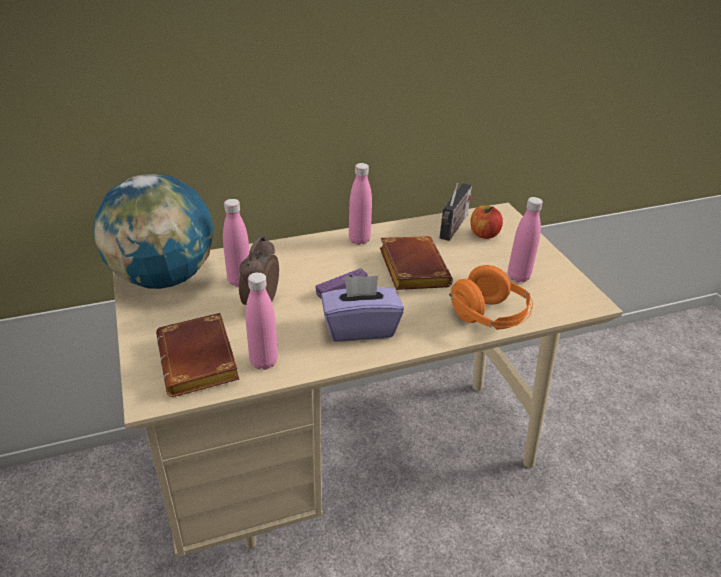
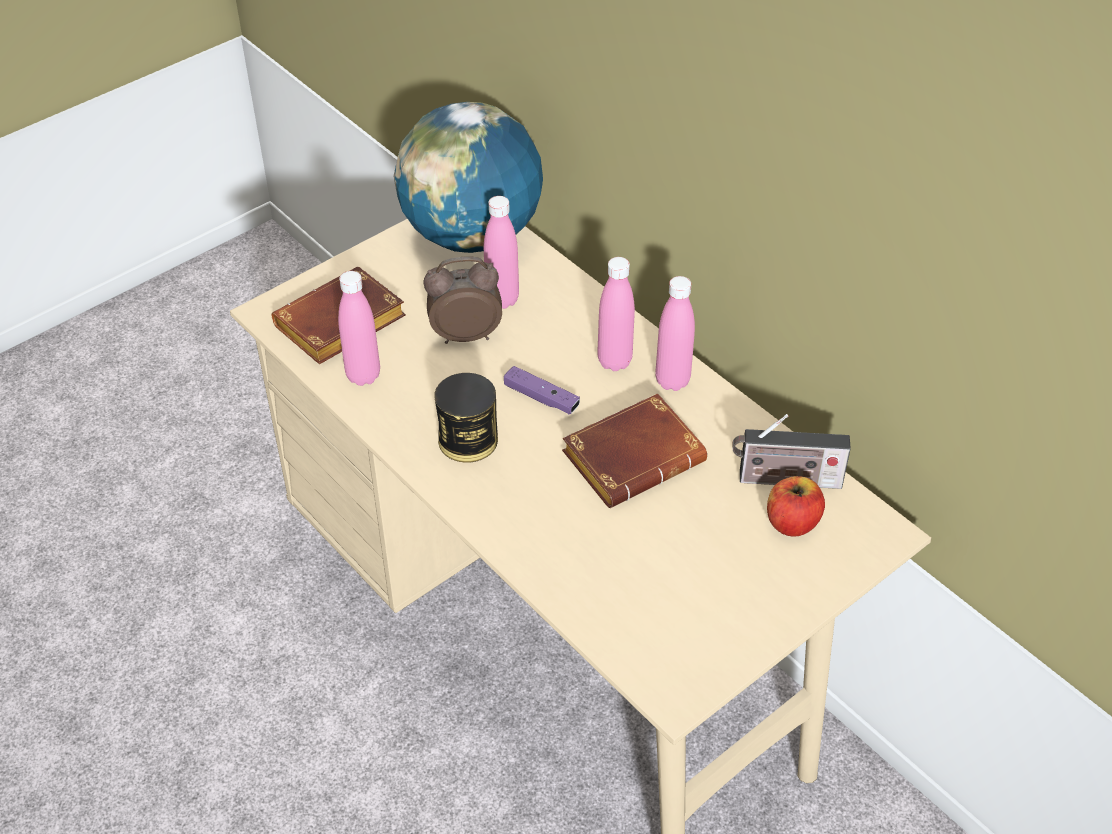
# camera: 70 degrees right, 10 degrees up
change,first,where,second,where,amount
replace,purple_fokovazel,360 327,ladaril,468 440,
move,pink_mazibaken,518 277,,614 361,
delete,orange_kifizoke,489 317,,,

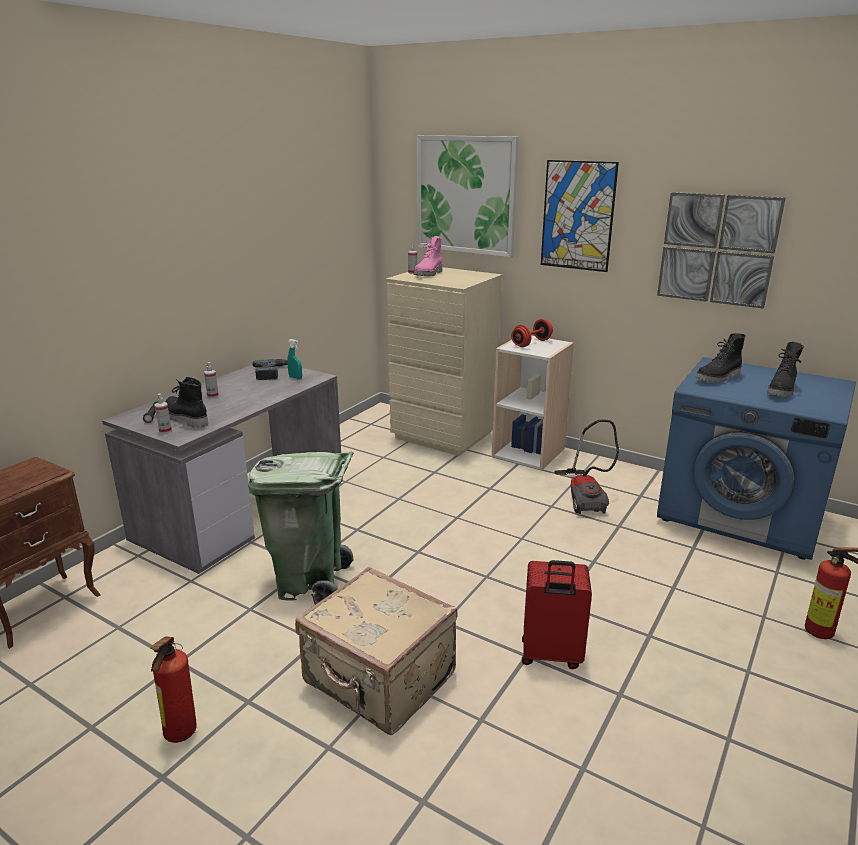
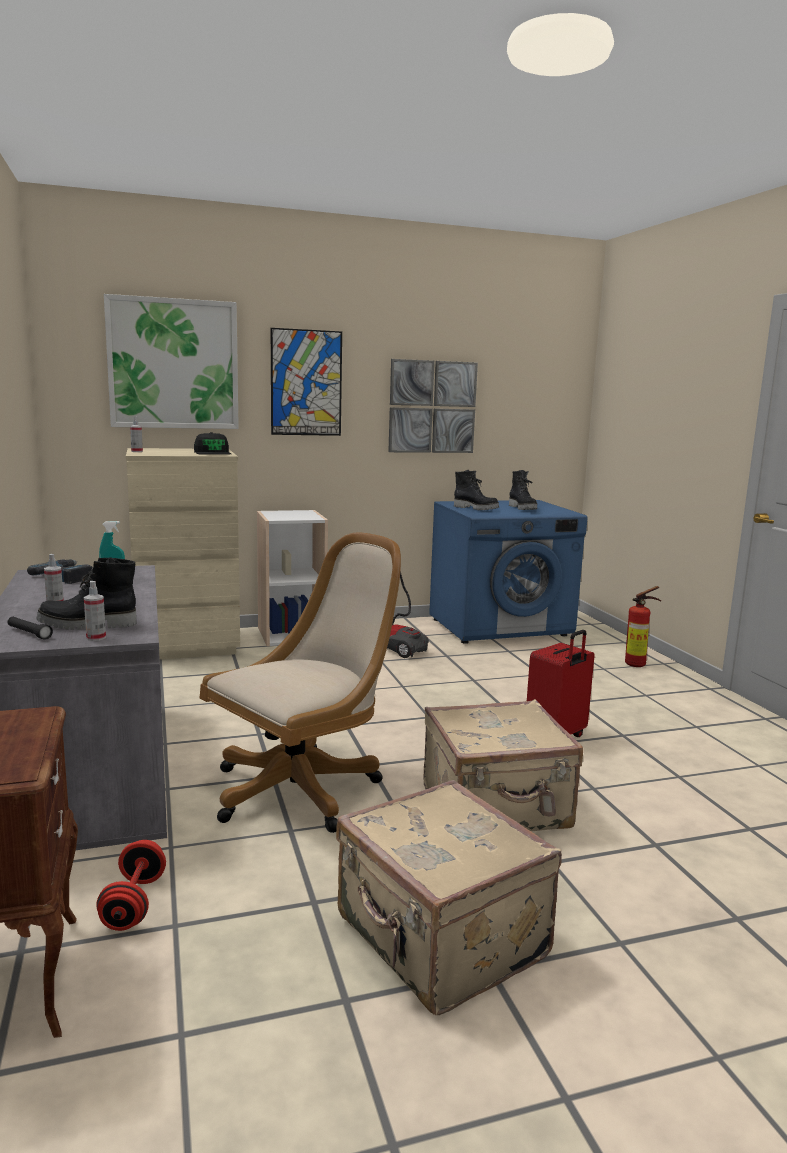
# camera: 50 degrees left, 10 degrees down
change,first,where,second,where,amount
move,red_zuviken,531 343,,134 903,
insert,,,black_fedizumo,213 453,
replace,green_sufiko,311 583,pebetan,305 785,
replace,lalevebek,178 736,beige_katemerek,439 940,
rotate,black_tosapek,718 378,,476 508,60 degrees counterclockwise
delete,pink_tosapek,429 274,,,

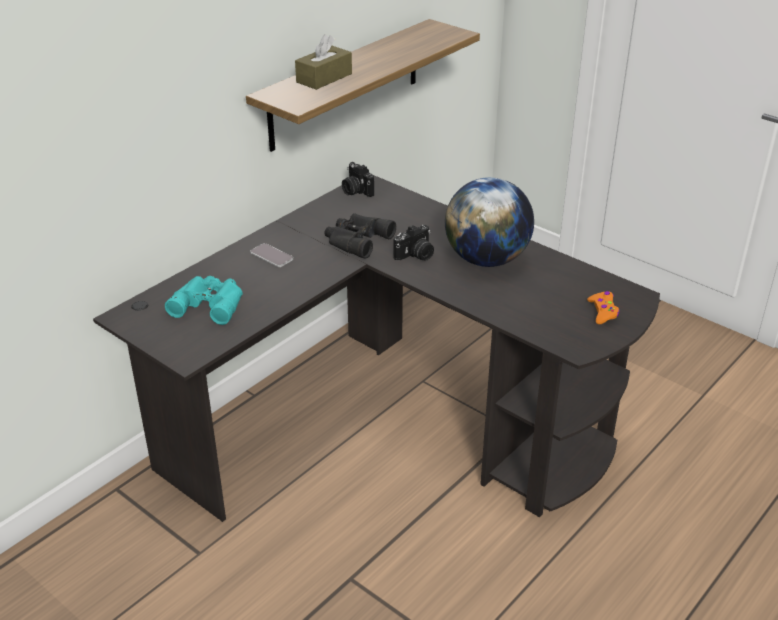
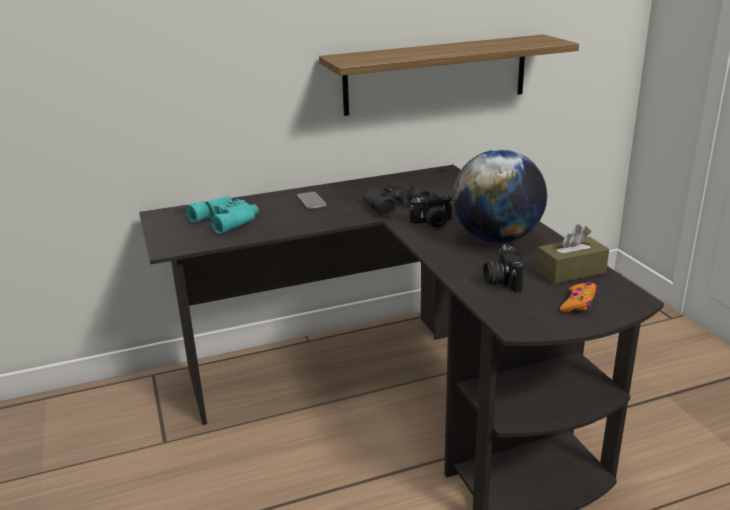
# camera: 30 degrees right, 10 degrees down
change,first,where,second,where,amount
move,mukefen,356 190,,501 281,
move,brown_fokovazel,324 78,,570 271,

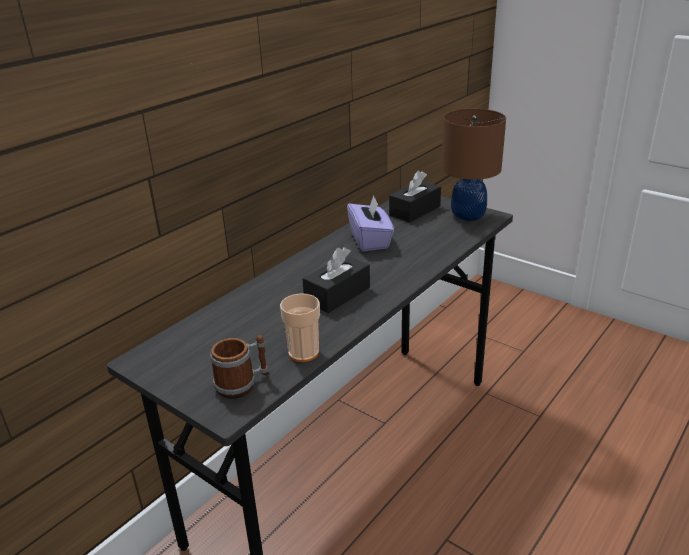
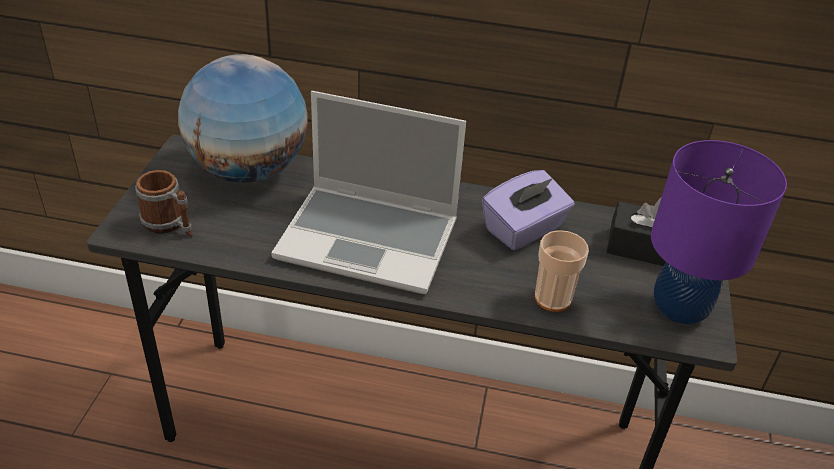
# camera: 60 degrees right, 10 degrees up
change,first,where,second,where,amount
insert,,,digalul,248 171,
replace,black_fokovazel,337 294,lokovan,370 239,
move,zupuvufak,303 353,,552 298,
recolor,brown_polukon,468 216,purple_polukon,682 309,

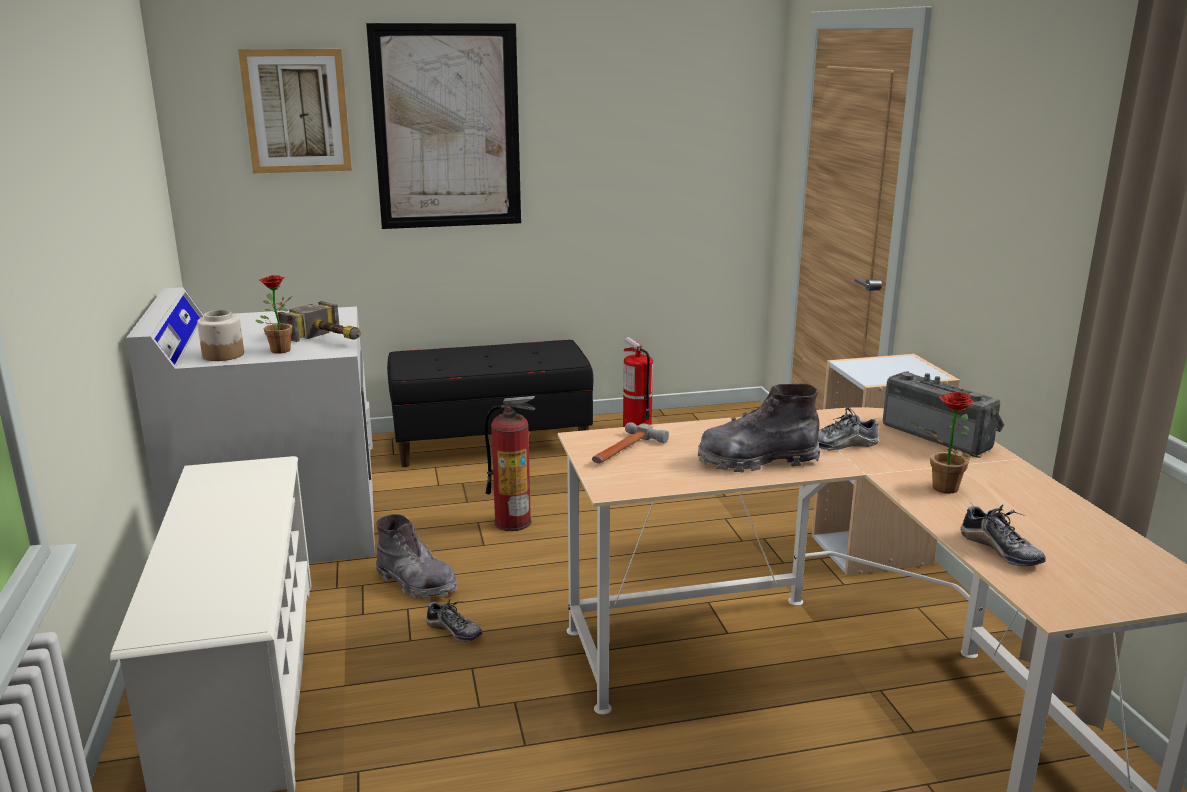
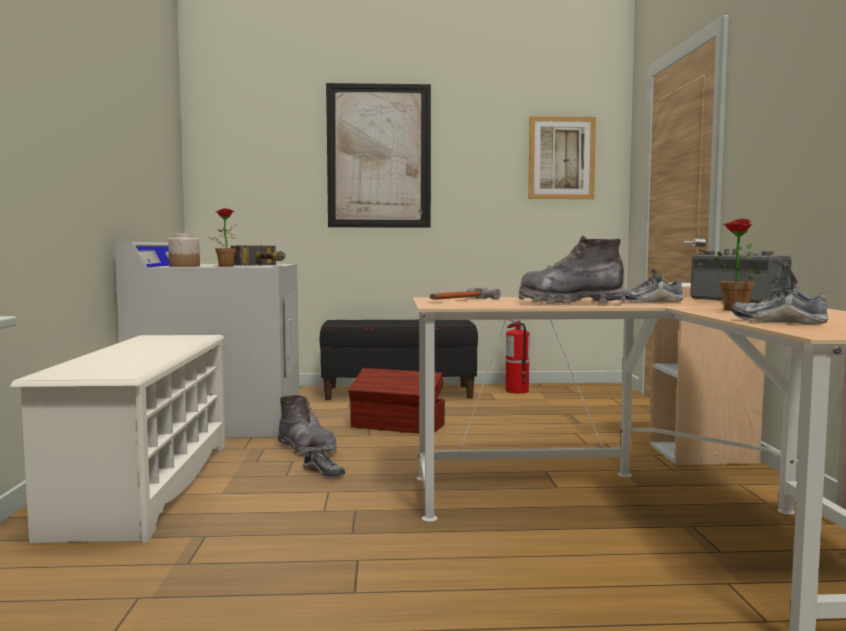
# camera: 10 degrees right, 15 degrees down
change,first,where,second,where,amount
replace,lalevebek,513 522,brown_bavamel,398 426,
move,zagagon,296 111,,561 158,
rotate,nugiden,1000 550,,777 321,150 degrees clockwise

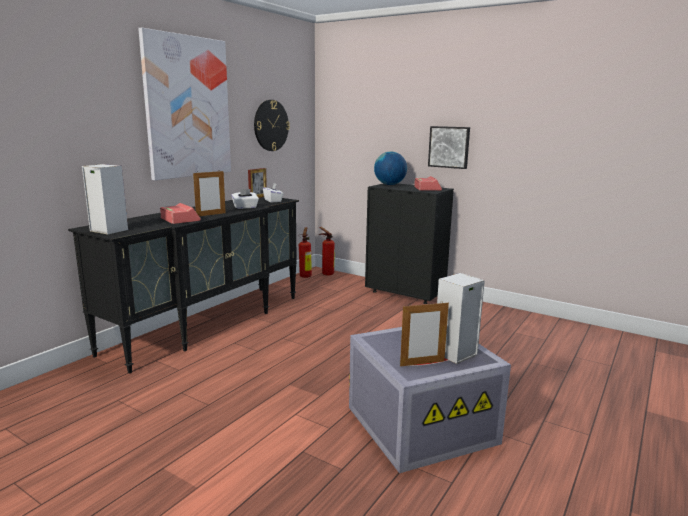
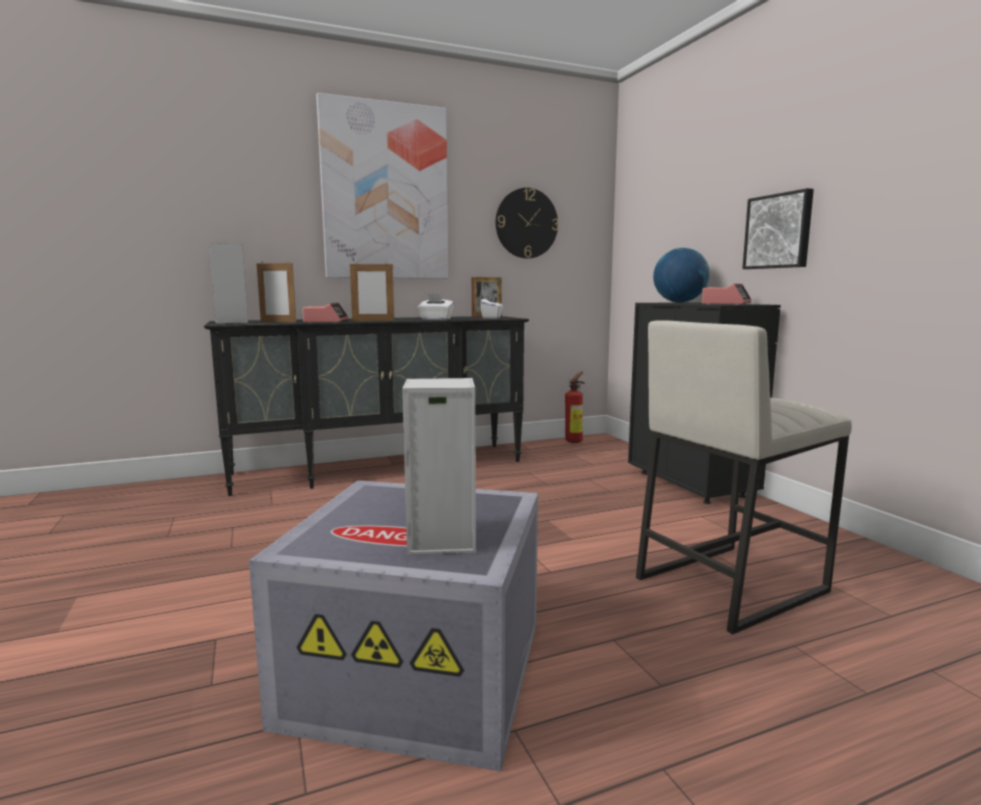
# camera: 35 degrees right, 5 degrees down
change,first,where,second,where,amount
move,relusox,422 363,,278 321,
insert,,,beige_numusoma,730 584,
delete,lalevebek,326 273,,,

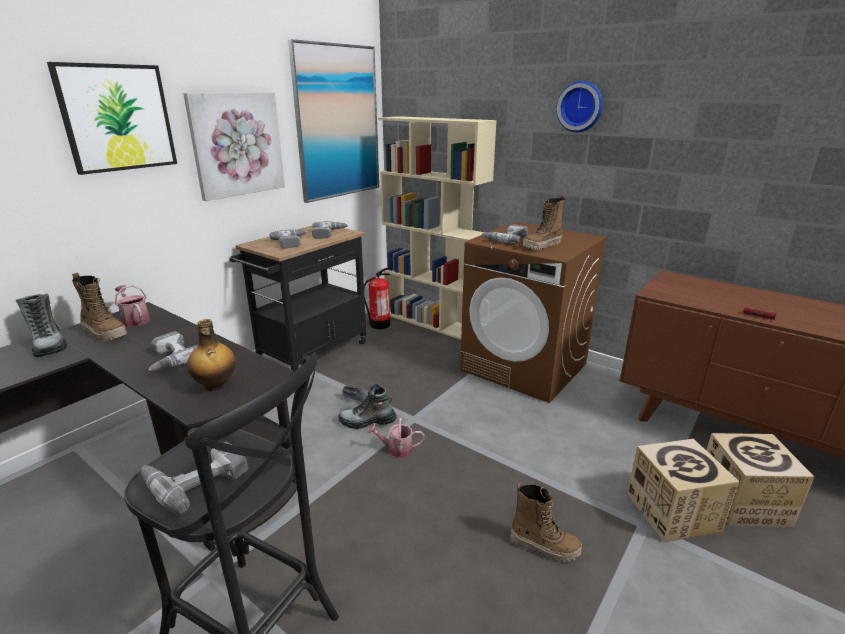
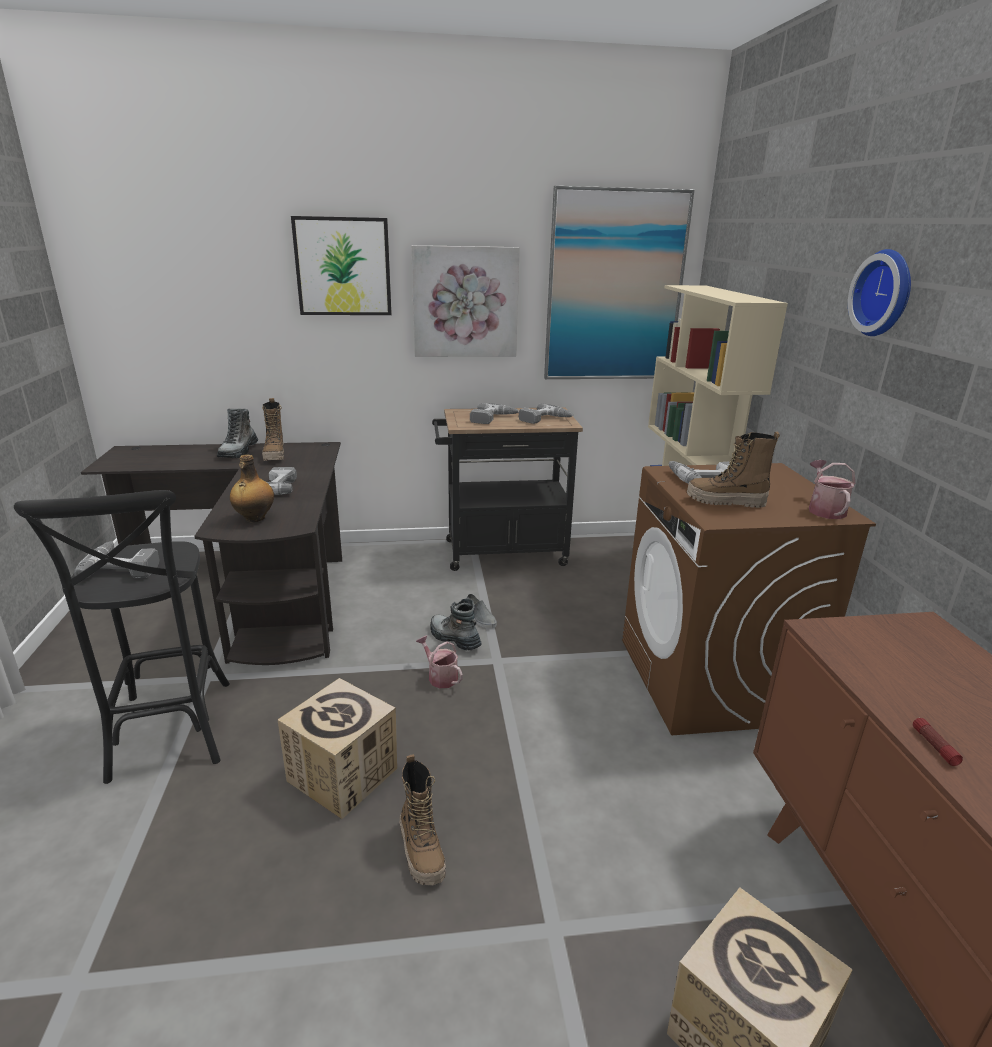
# camera: 45 degrees right, 0 degrees up
change,first,where,second,where,amount
move,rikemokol,672 512,,343 775,
move,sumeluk,135 319,,824 509,
delete,lalevebek,379 324,,,

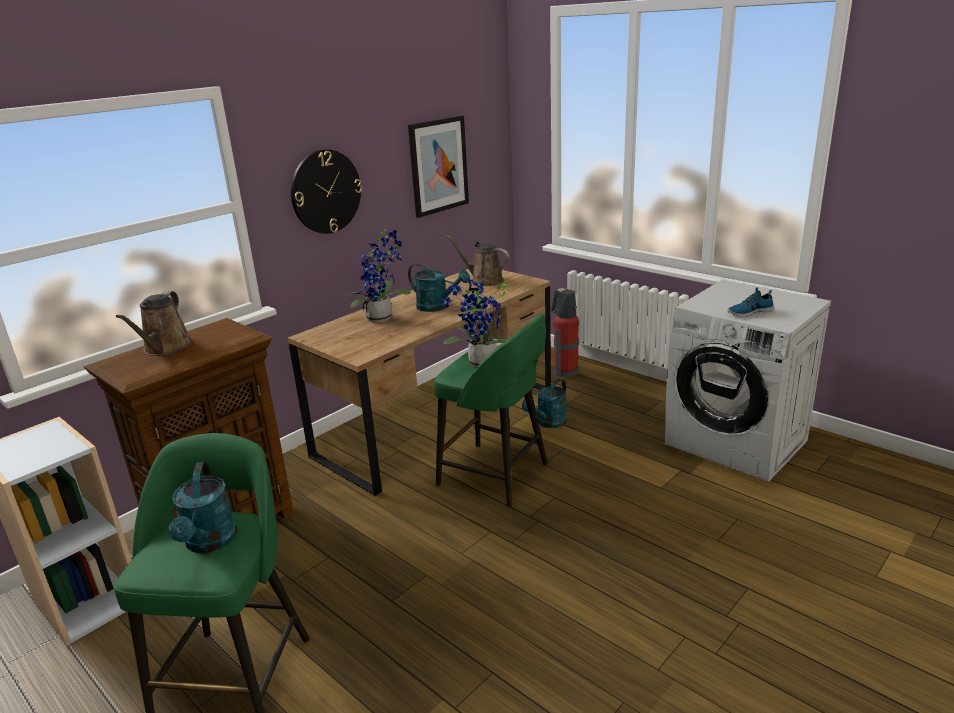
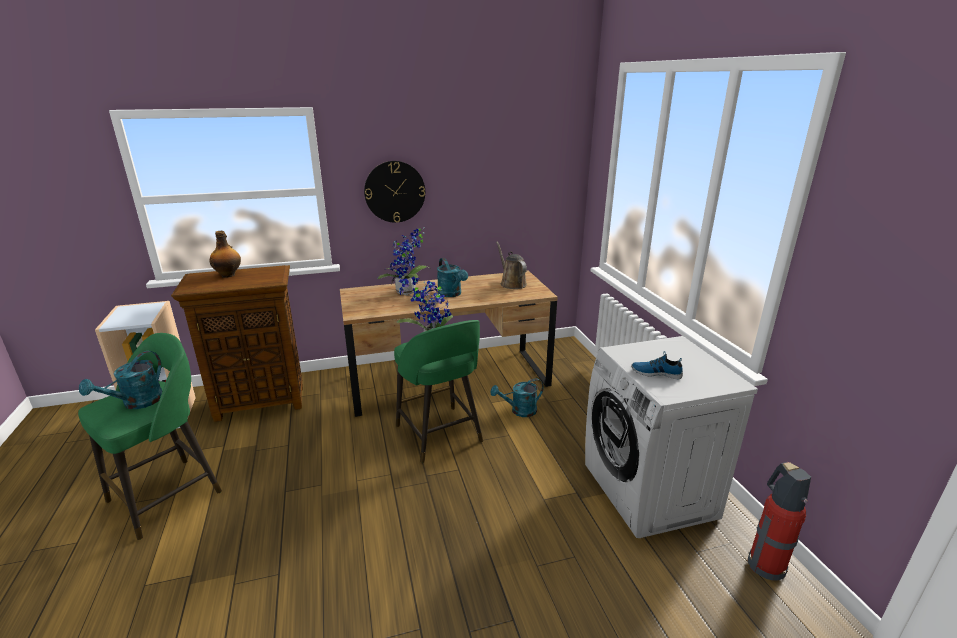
# camera: 30 degrees right, 0 degrees up
change,first,where,second,where,amount
replace,brown_sumeluk,165 348,mazibaken,228 275,
move,lalevebek,565 371,,765 564,
delete,zagagon,438 166,,,

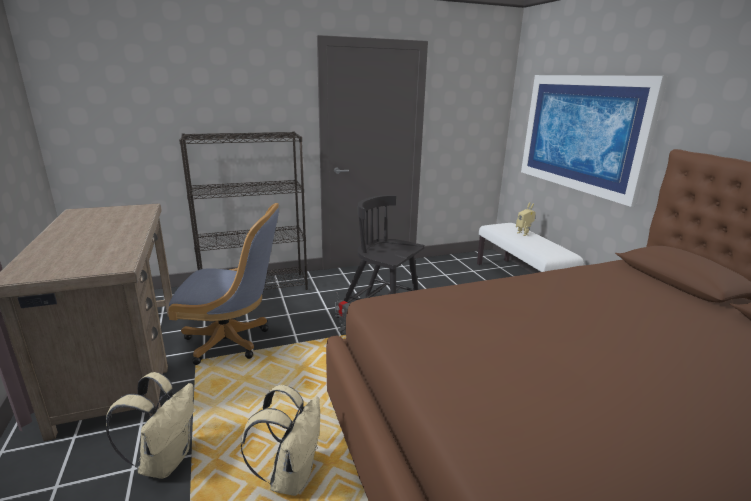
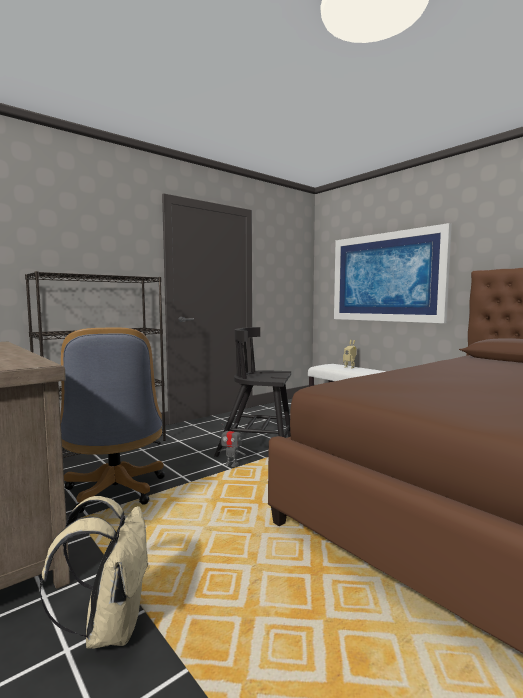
# camera: 20 degrees left, 15 degrees down
change,first,where,second,where,amount
rotate,blue_pebetan,234 342,,115 494,90 degrees clockwise
delete,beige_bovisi,291 476,,,

